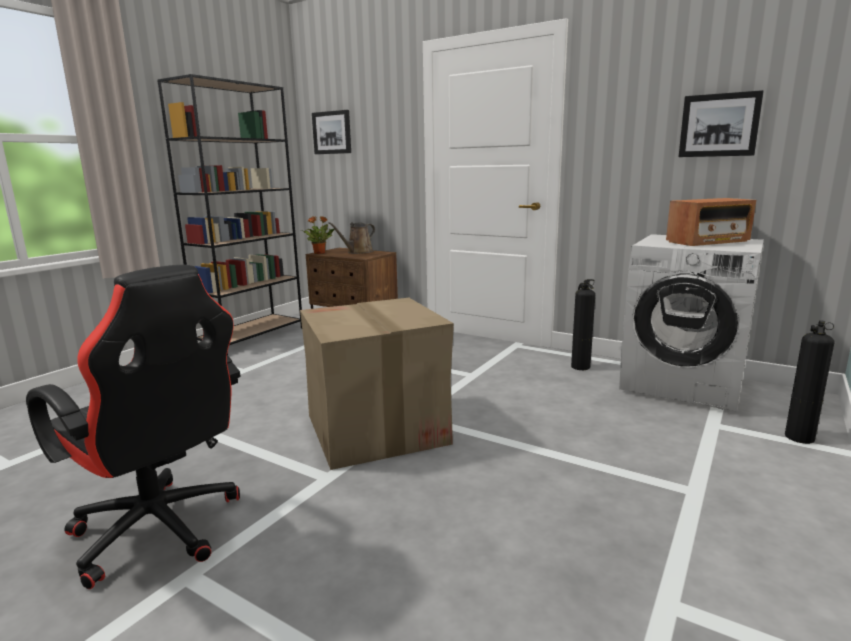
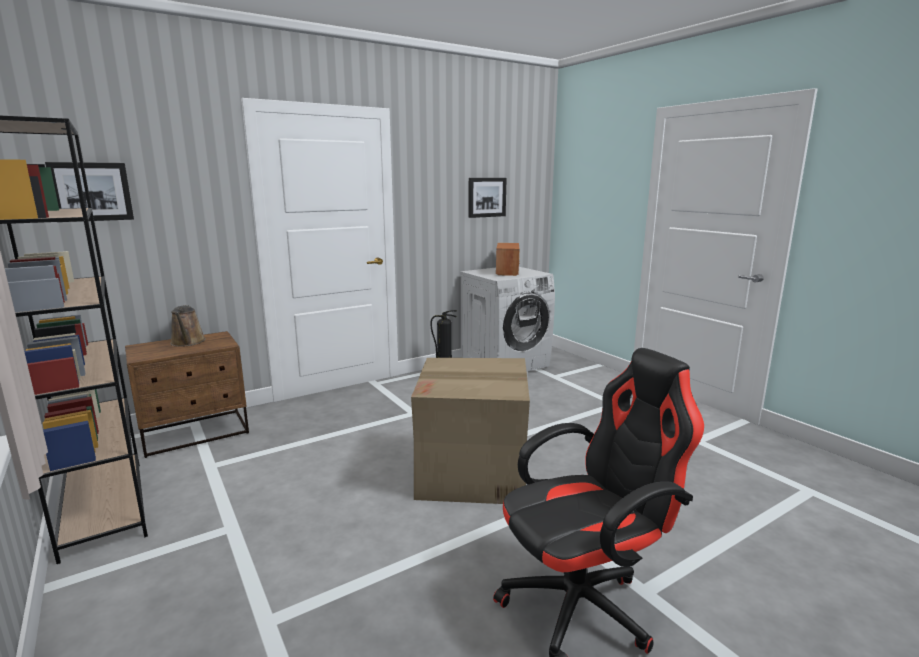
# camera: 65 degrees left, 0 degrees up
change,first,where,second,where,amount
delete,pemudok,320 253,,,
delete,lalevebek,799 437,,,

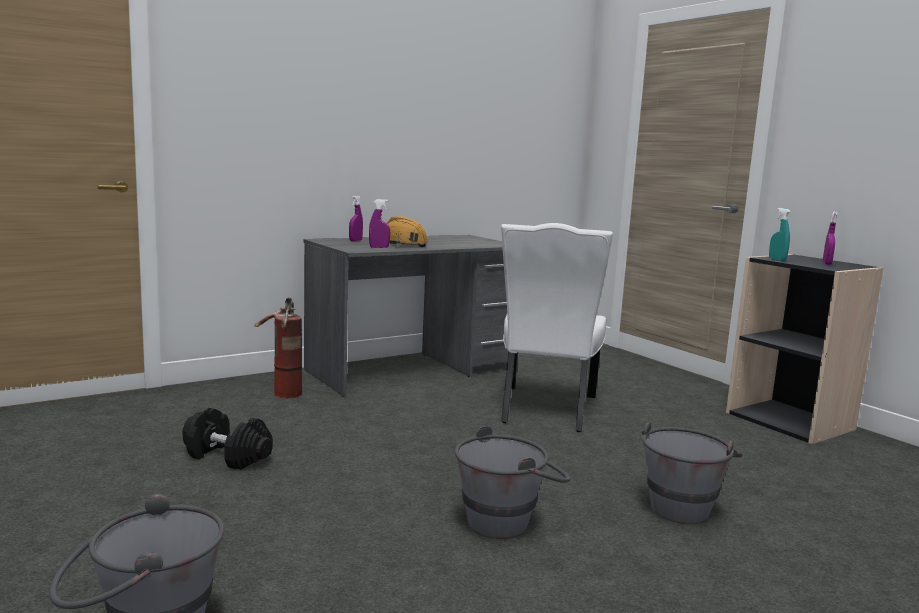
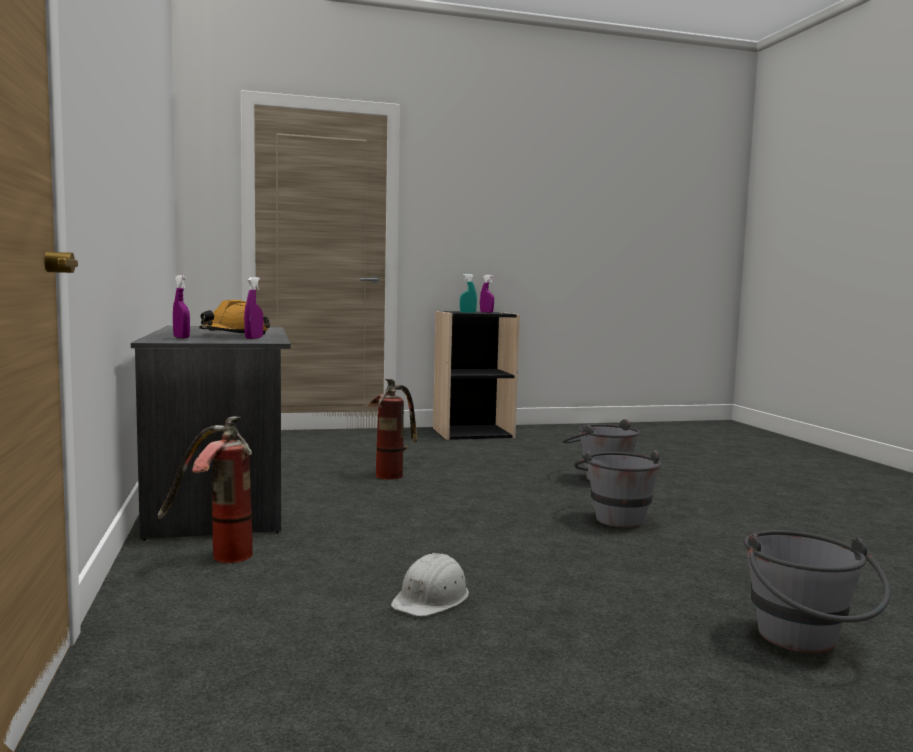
# camera: 70 degrees left, 5 degrees down
change,first,where,second,where,amount
replace,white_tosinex,546 407,lalevebek,392 473,
replace,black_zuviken,226 456,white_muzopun,432 598,

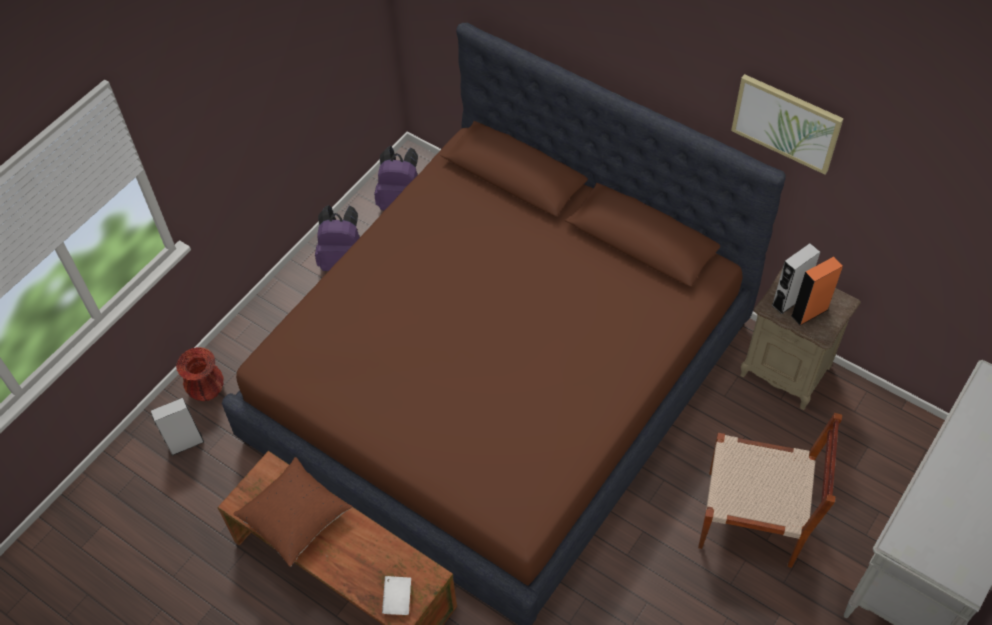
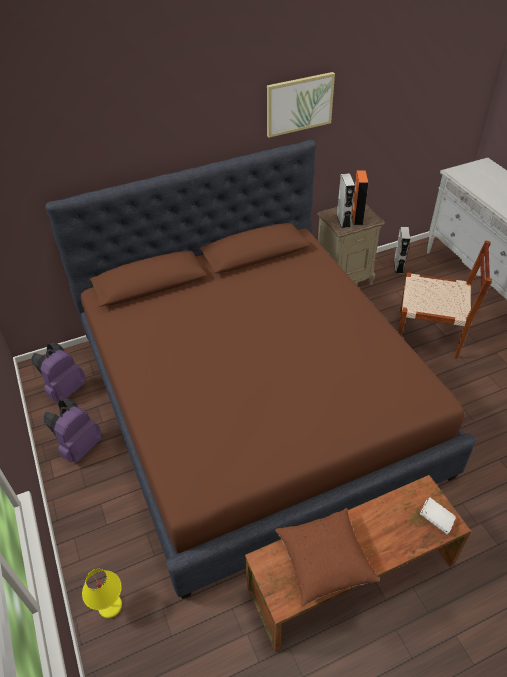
# camera: 60 degrees left, 10 degrees down
change,first,where,second,where,amount
replace,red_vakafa,207 390,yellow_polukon,109 606,
move,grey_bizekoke,186 443,,398 266,
rotate,tosinex,753 519,,429 334,60 degrees clockwise

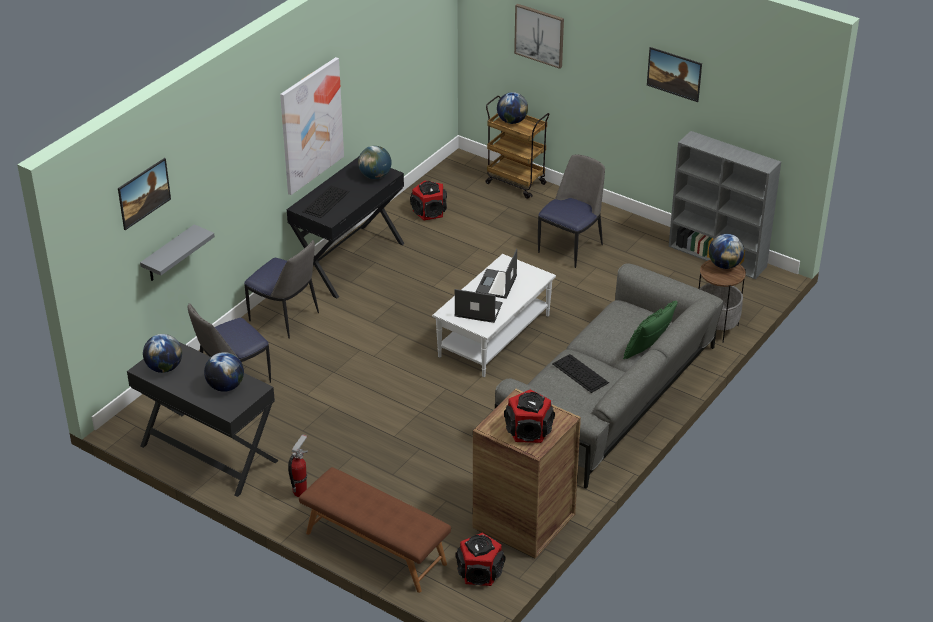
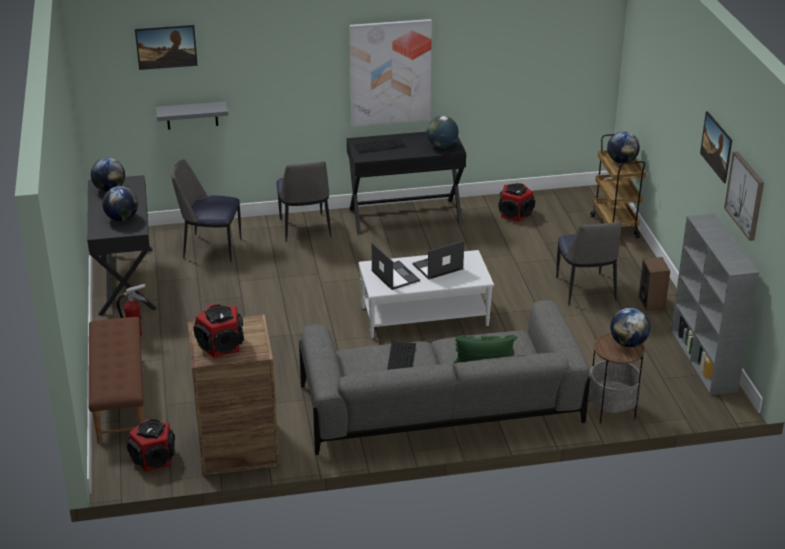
# camera: 45 degrees right, 5 degrees down
change,first,where,second,where,amount
rotate,tosinex,571 247,,585 290,90 degrees clockwise
insert,,,bizekoke,651 302,
move,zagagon,539 35,,745 195,

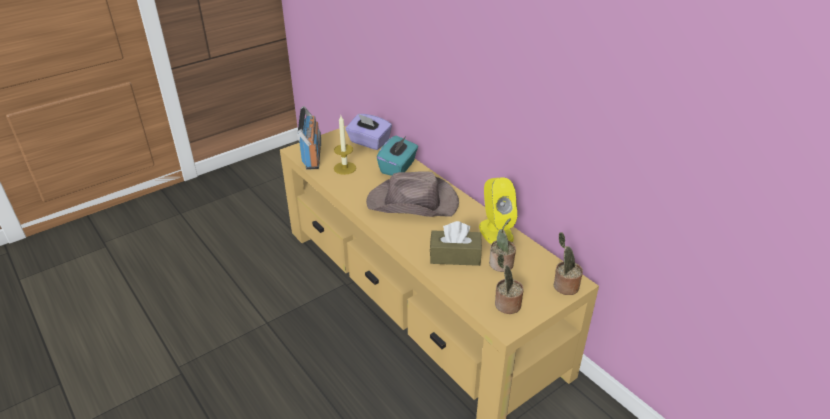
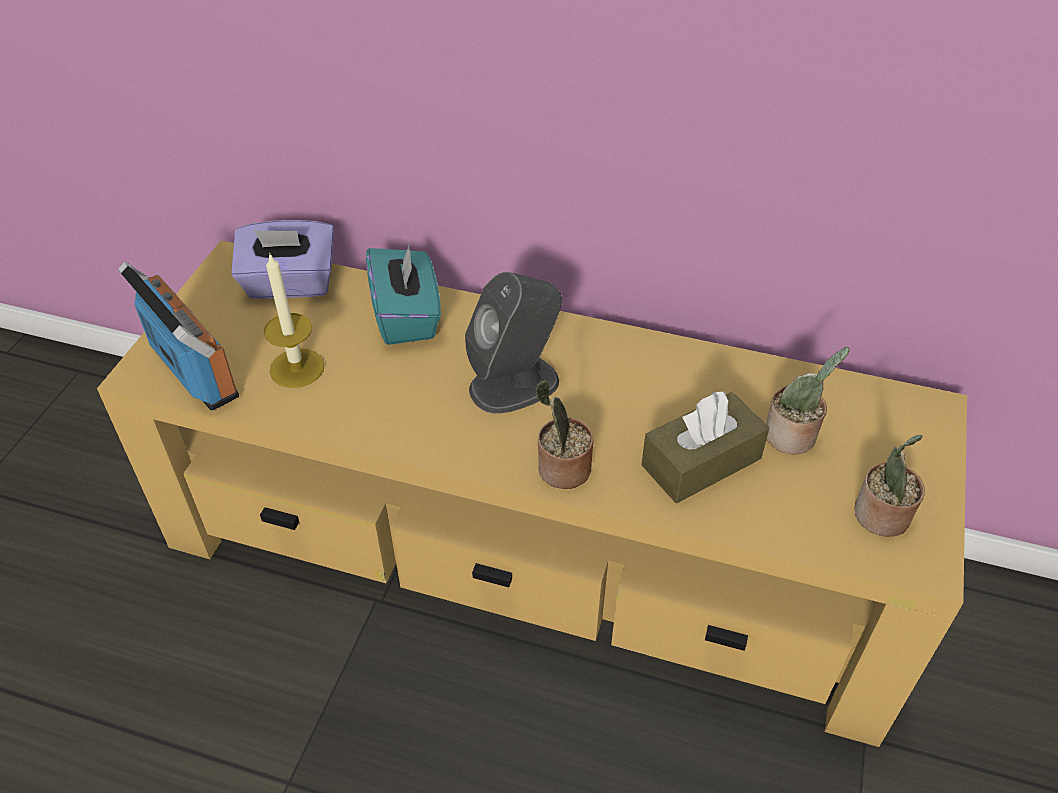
# camera: 35 degrees left, 10 degrees up
change,first,where,second,where,amount
replace,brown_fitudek,413 203,grey_bizekoke,515 384,
move,pemudok,564 286,,561 470,
delete,yellow_bizekoke,495 231,,,

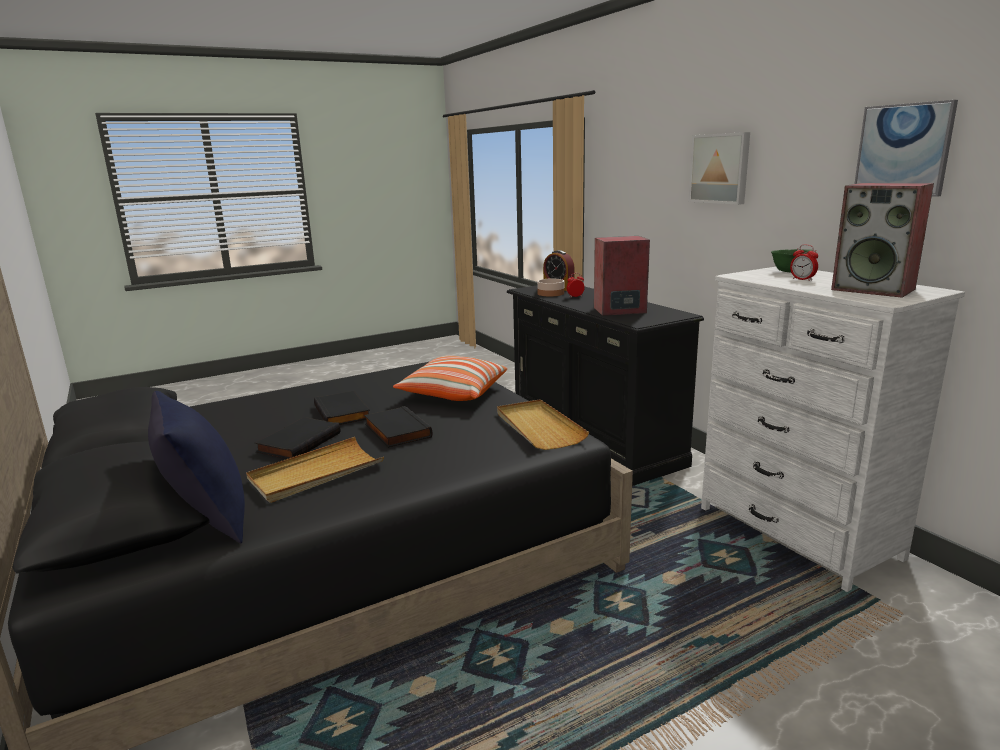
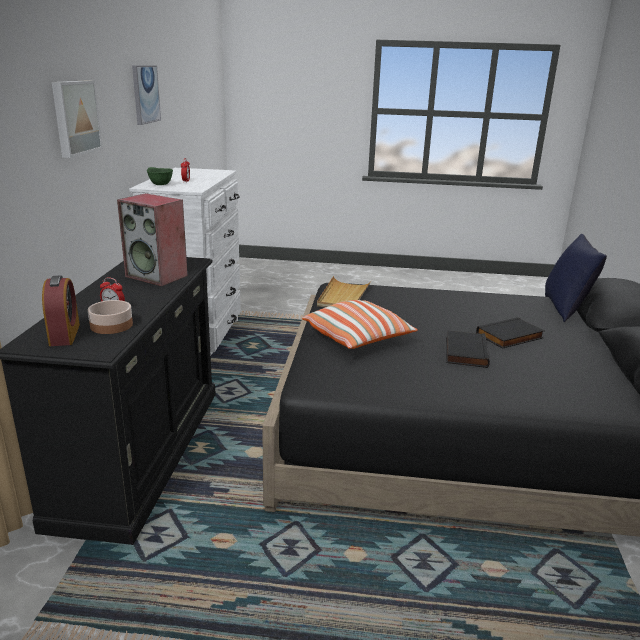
# camera: 145 degrees left, 5 degrees up
change,first,where,second,where,amount
delete,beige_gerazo,316 473,,,
delete,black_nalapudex,395 431,,,
delete,bizekoke,874 289,,,

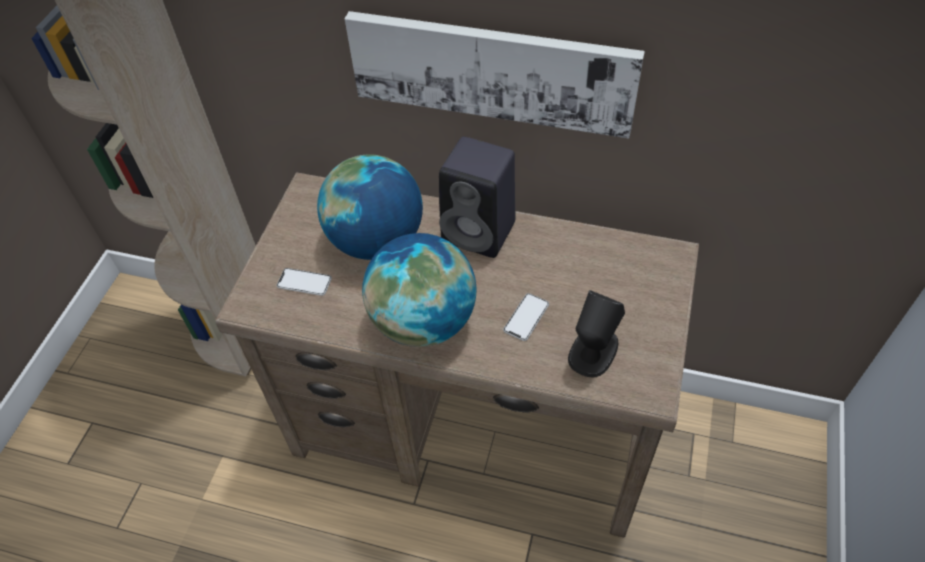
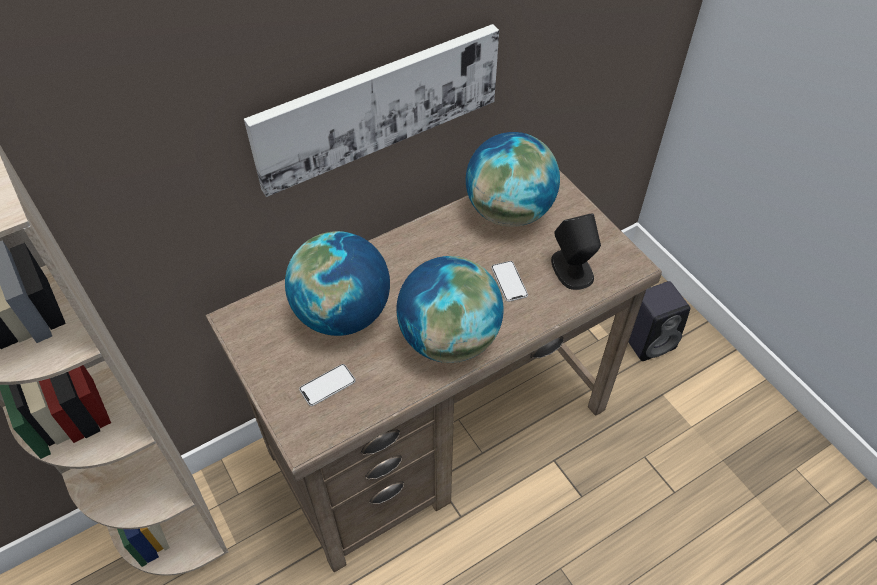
# camera: 50 degrees left, 0 degrees up
change,first,where,second,where,amount
insert,,,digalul,509 211,
move,black_bizekoke,481 232,,650 340,

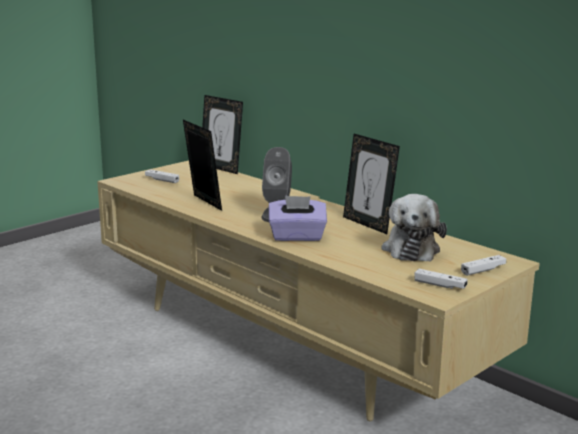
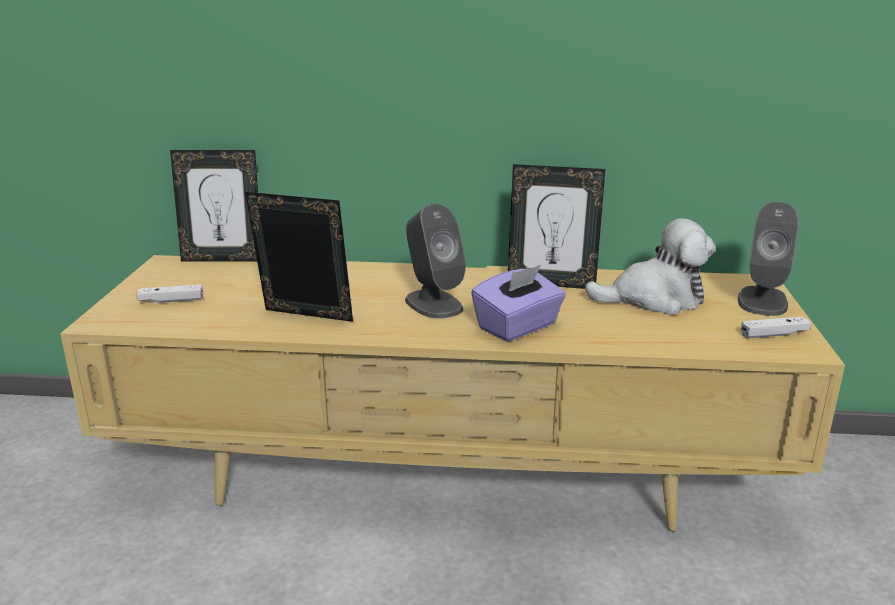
# camera: 40 degrees left, 5 degrees up
change,first,where,second,where,amount
rotate,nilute,411 249,,654 299,60 degrees counterclockwise
replace,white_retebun,483 270,grey_bizekoke,762 301,

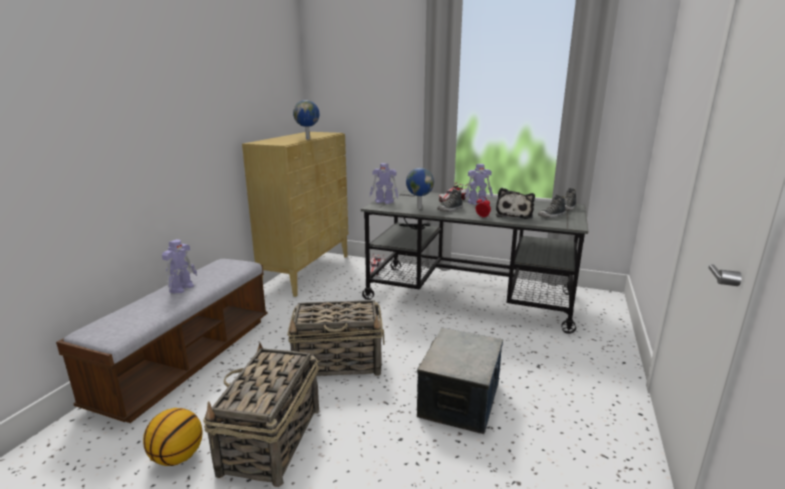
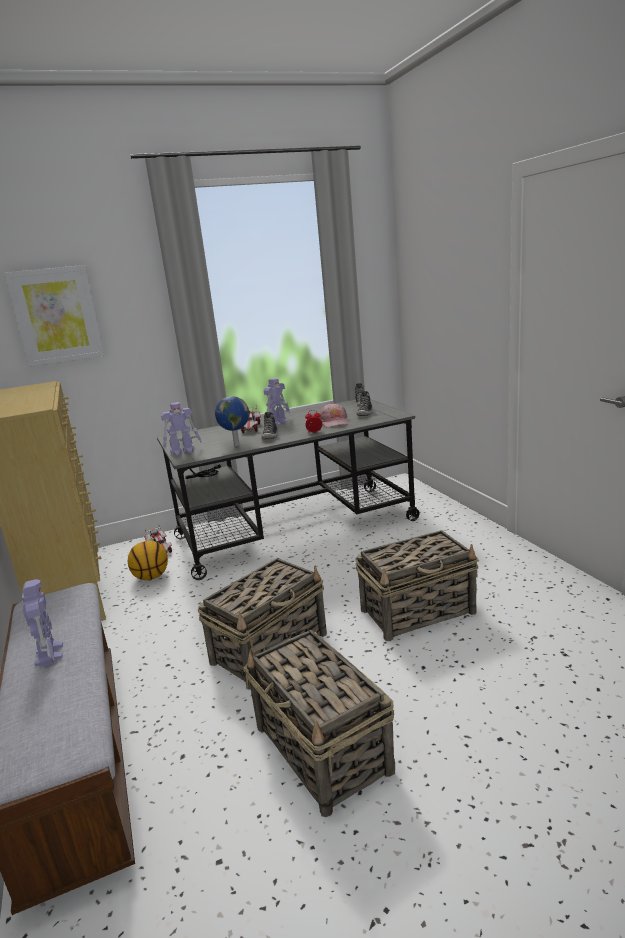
# camera: 40 degrees left, 0 degrees up
change,first,where,second,where,amount
insert,,,zagagon,56 316,
move,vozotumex,178 457,,151 577,
replace,nilute,514 215,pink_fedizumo,335 422,
replace,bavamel,460 400,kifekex,419 611,
delete,digalul,308 139,,,

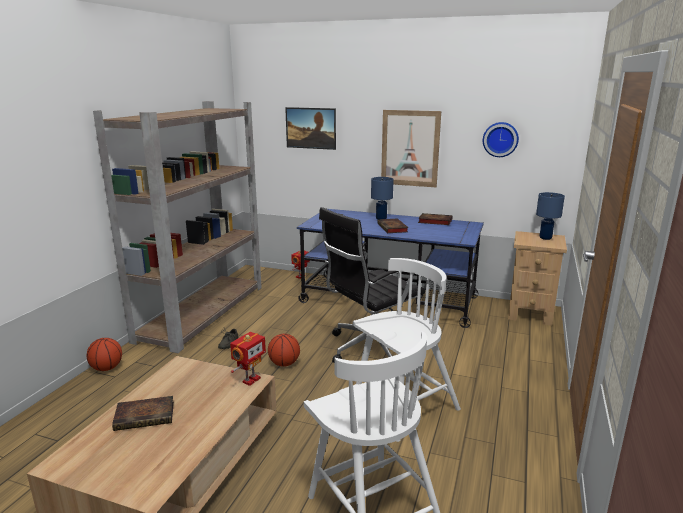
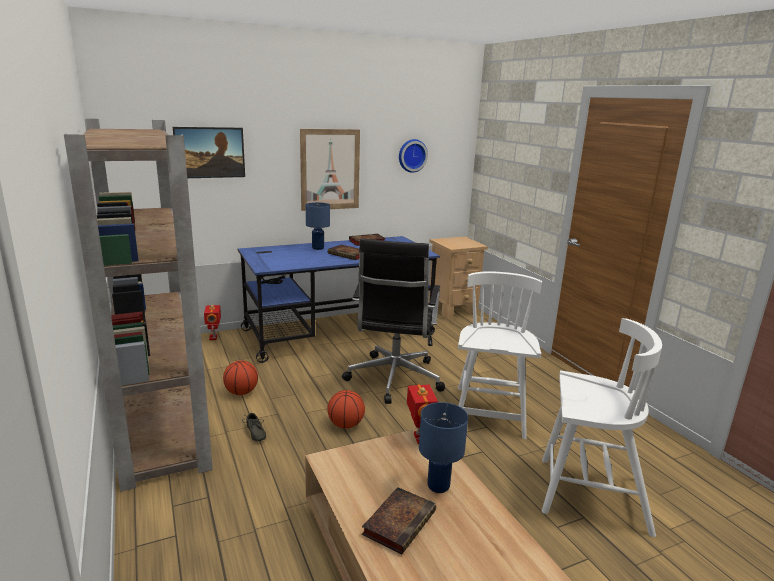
# camera: 45 degrees left, 0 degrees up
change,first,where,second,where,amount
move,vozotumex,107 368,,241 392,
move,blue_polukon,546 238,,439 486,

